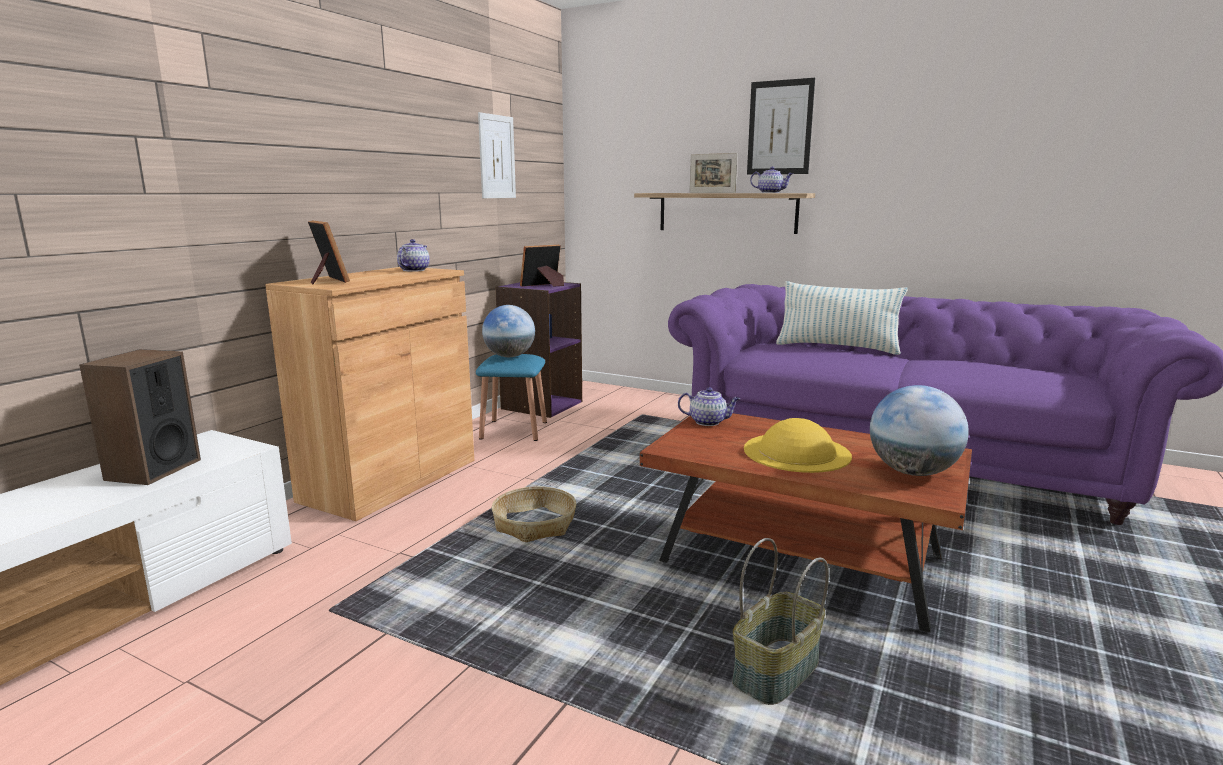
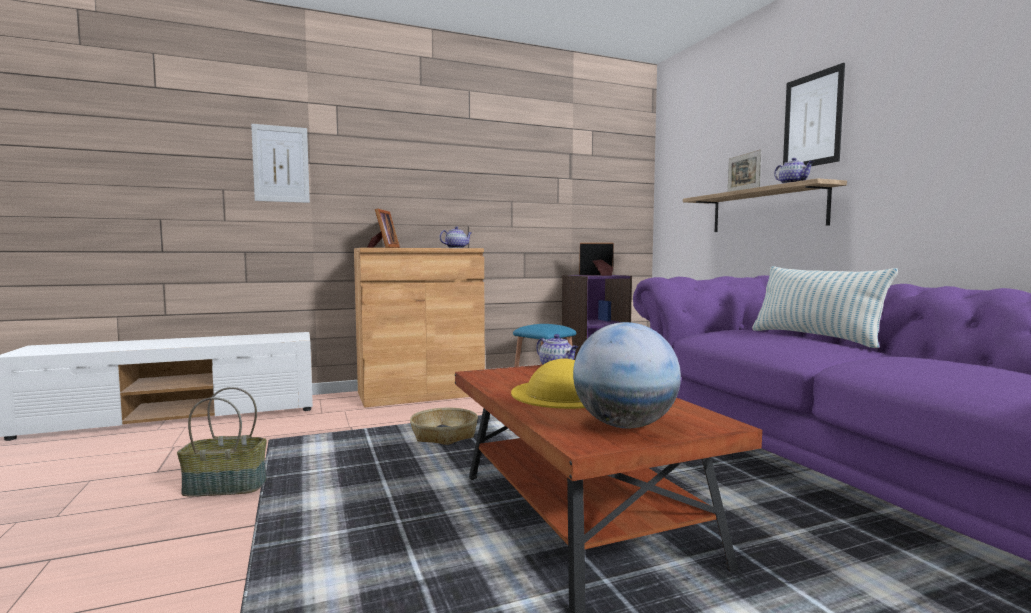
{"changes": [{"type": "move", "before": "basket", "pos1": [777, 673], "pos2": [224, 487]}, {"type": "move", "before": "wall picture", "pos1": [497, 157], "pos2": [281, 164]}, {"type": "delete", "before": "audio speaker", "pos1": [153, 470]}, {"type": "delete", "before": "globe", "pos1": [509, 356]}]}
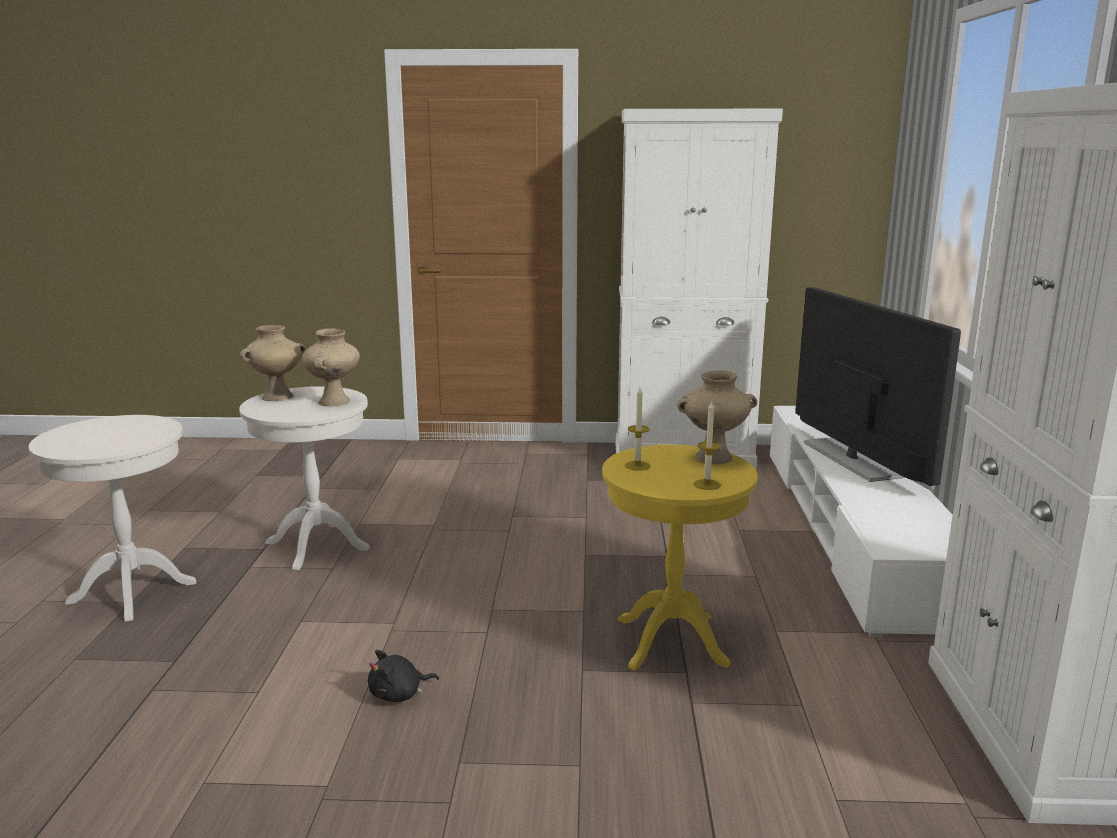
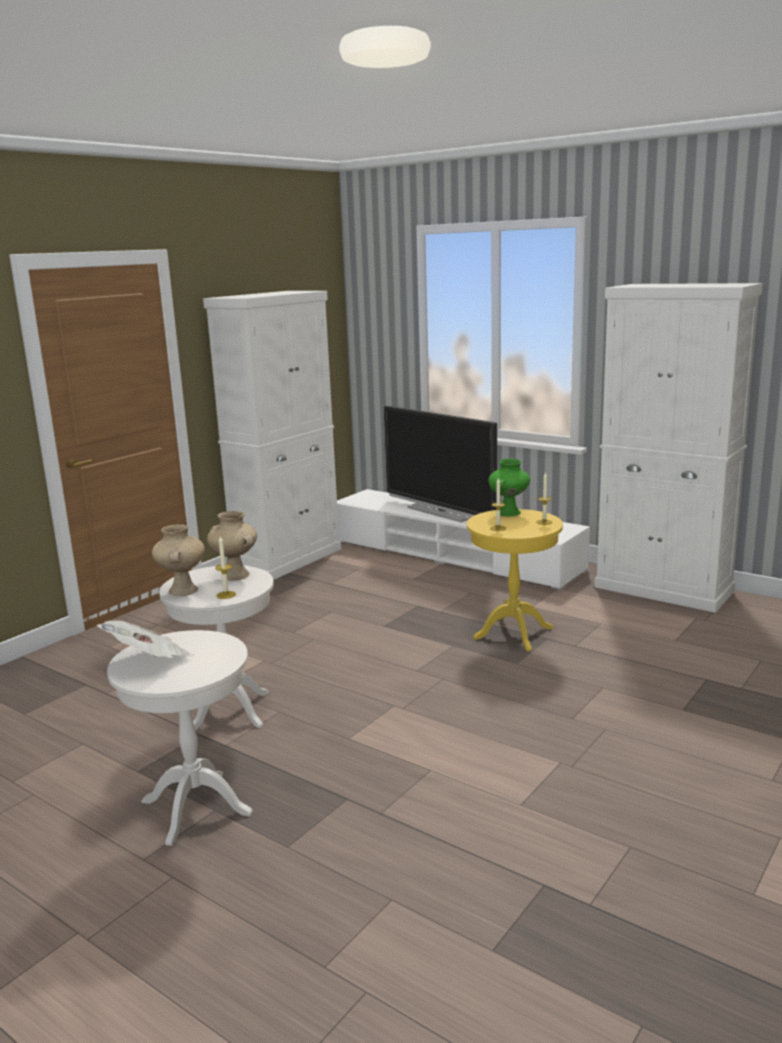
{"changes": [{"type": "insert", "after": "printed paper", "pos2": [150, 661]}, {"type": "insert", "after": "wax candle", "pos2": [226, 595]}, {"type": "rotate", "before": "TV set", "pos1": [852, 459], "pos2": [442, 512], "turn": -150}, {"type": "recolor", "before": "decorative vase (sand-coloured)", "after": "decorative vase (green)", "pos1": [713, 458], "pos2": [509, 513]}, {"type": "delete", "before": "plush toy (black)", "pos1": [399, 694]}]}
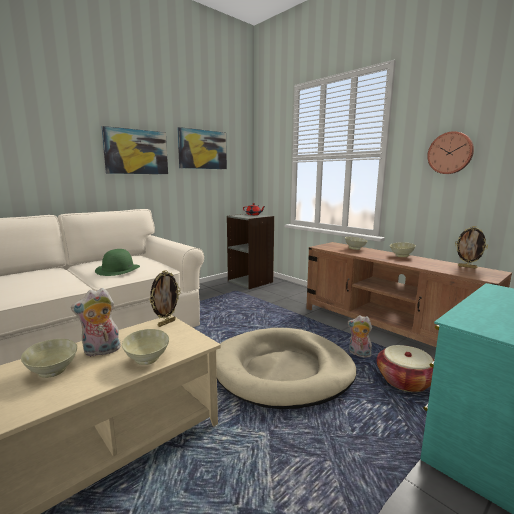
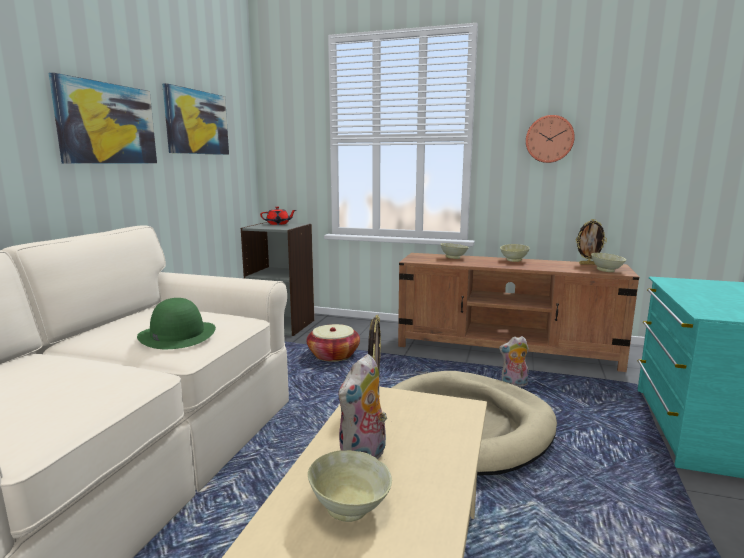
{"changes": [{"type": "move", "before": "basket", "pos1": [405, 381], "pos2": [333, 355]}, {"type": "move", "before": "serving bowl (sand-coloured)", "pos1": [146, 360], "pos2": [606, 271]}]}
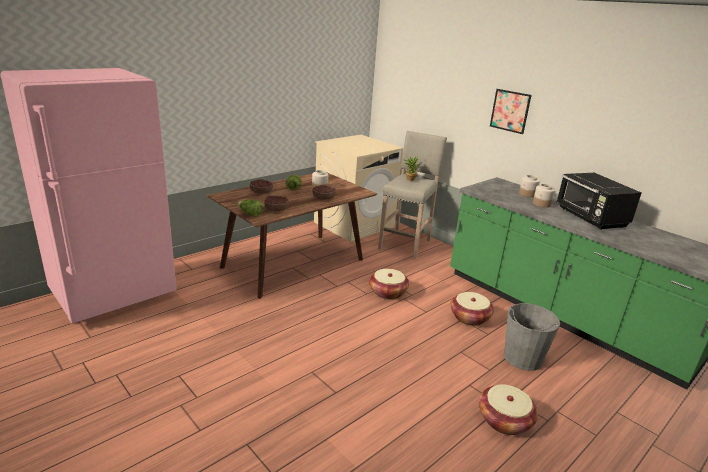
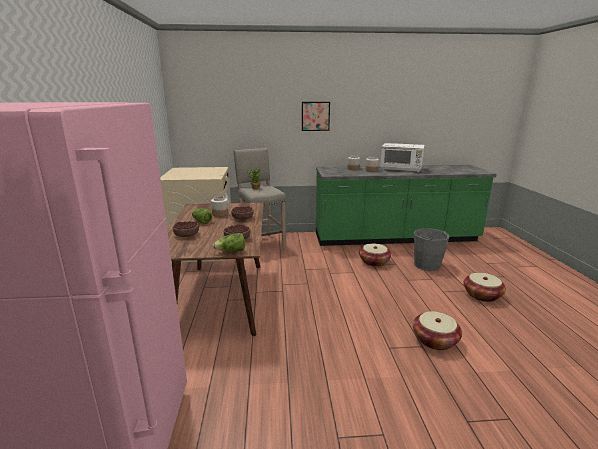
{"changes": [{"type": "recolor", "before": "kitchen microwave (black)", "after": "kitchen microwave (white)", "pos1": [590, 218], "pos2": [401, 169]}, {"type": "move", "before": "basket", "pos1": [387, 292], "pos2": [435, 340]}]}
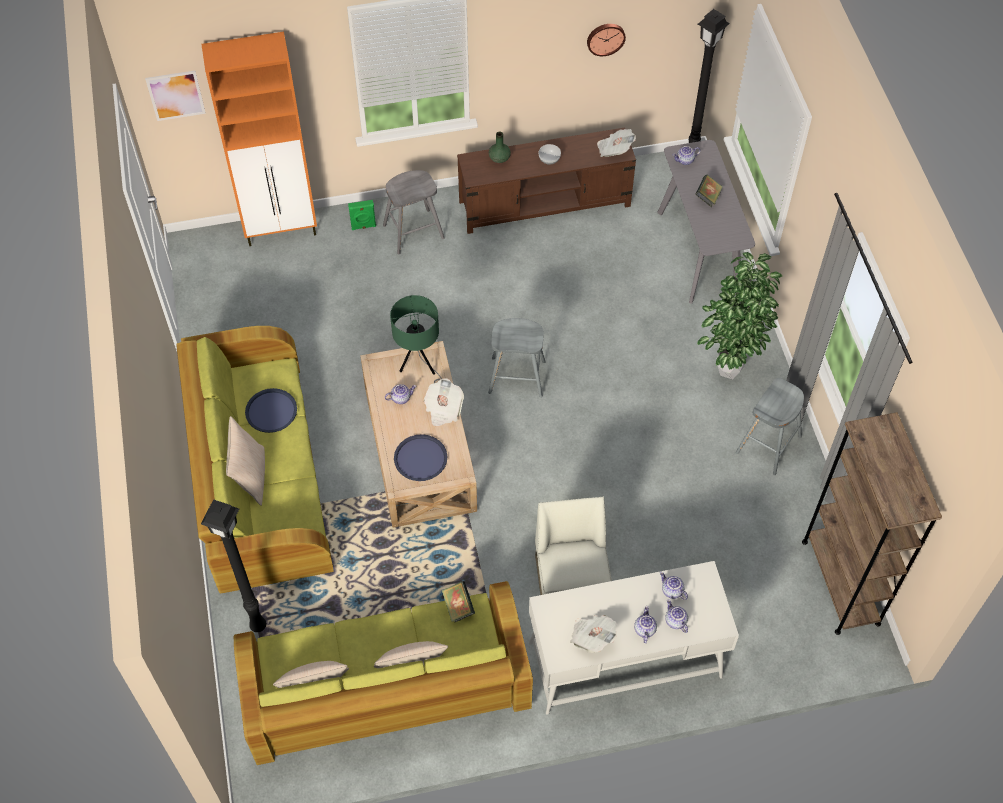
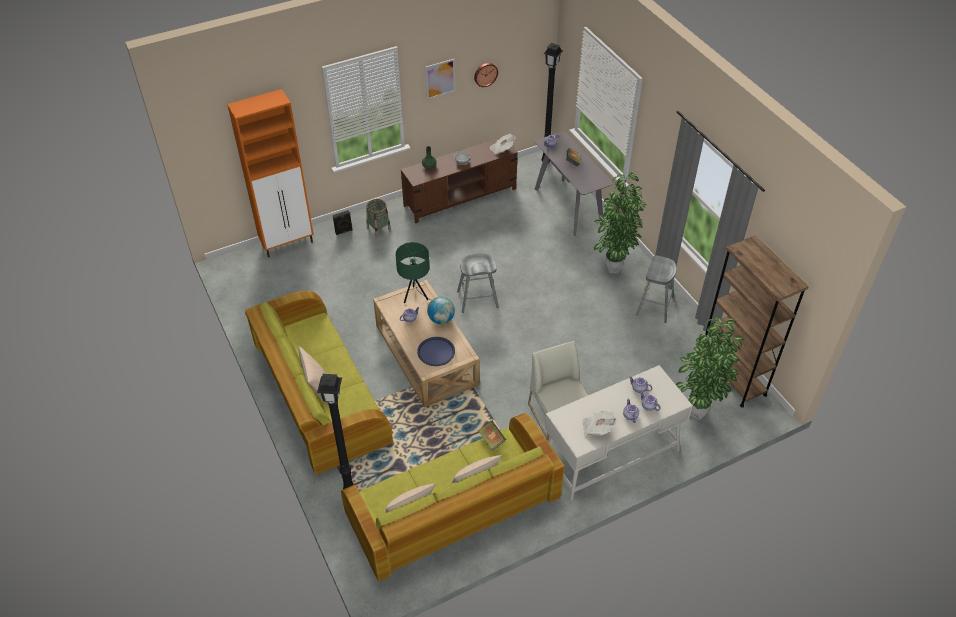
{"changes": [{"type": "recolor", "before": "audio speaker (green)", "after": "audio speaker (black)", "pos1": [363, 226], "pos2": [344, 231]}, {"type": "replace", "before": "stool (greyish)", "after": "basket", "pos1": [413, 232], "pos2": [378, 228]}, {"type": "move", "before": "wall picture", "pos1": [175, 95], "pos2": [440, 79]}, {"type": "replace", "before": "printed paper", "after": "globe", "pos1": [443, 409], "pos2": [441, 319]}, {"type": "insert", "after": "houseplant", "pos2": [697, 415]}, {"type": "delete", "before": "serving tray (blue-coloured)", "pos1": [271, 411]}]}
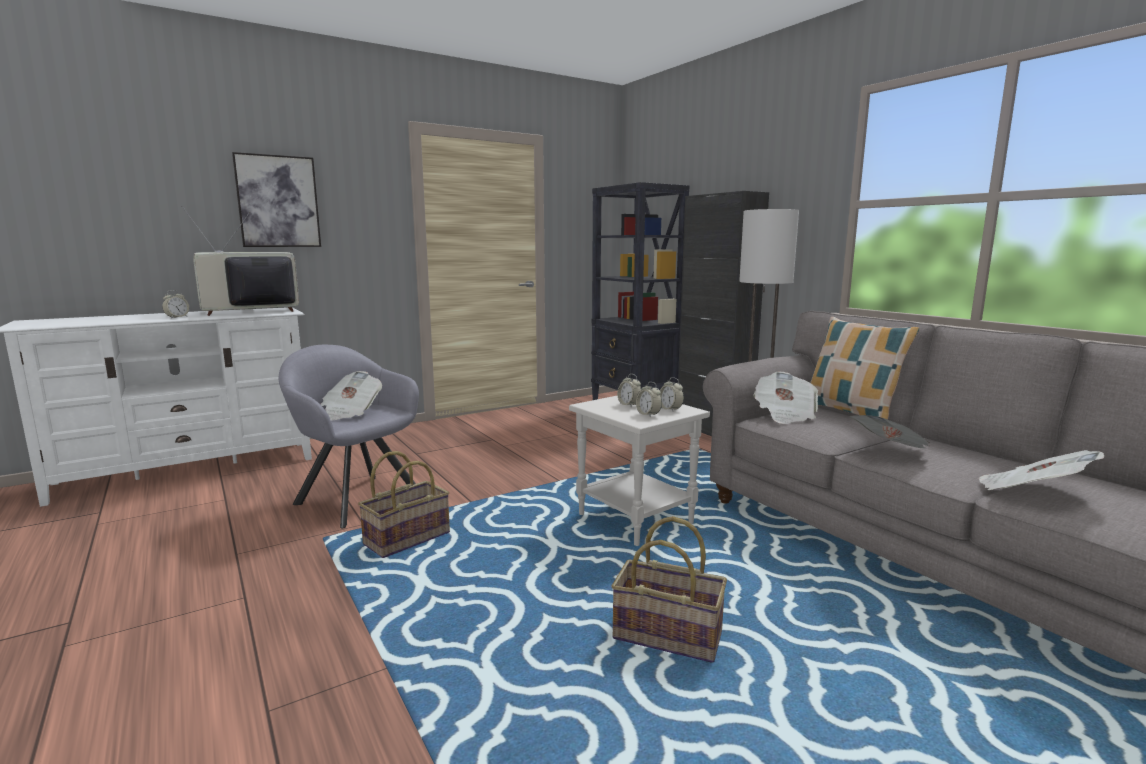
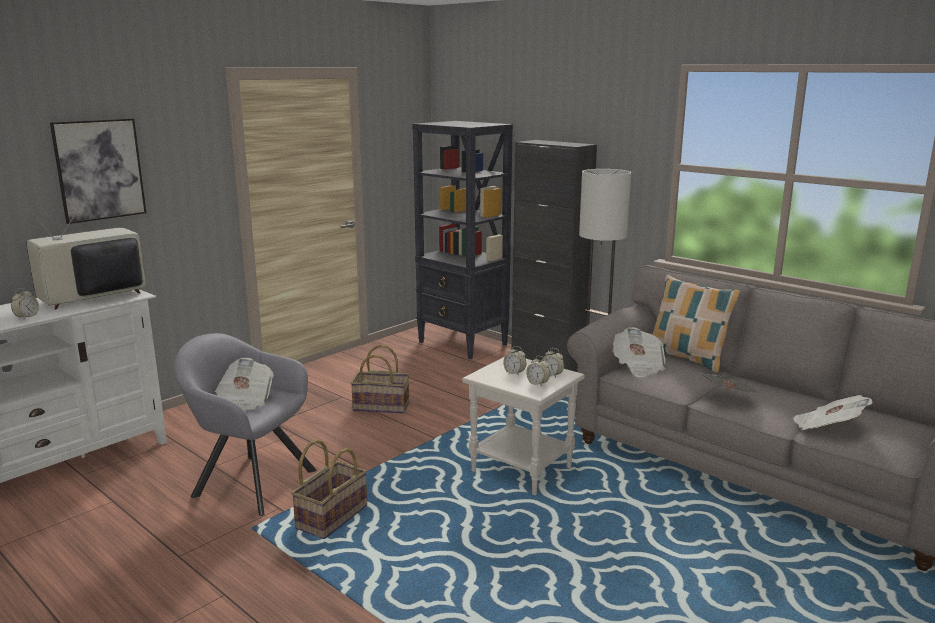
{"changes": [{"type": "move", "before": "basket", "pos1": [668, 635], "pos2": [381, 406]}]}
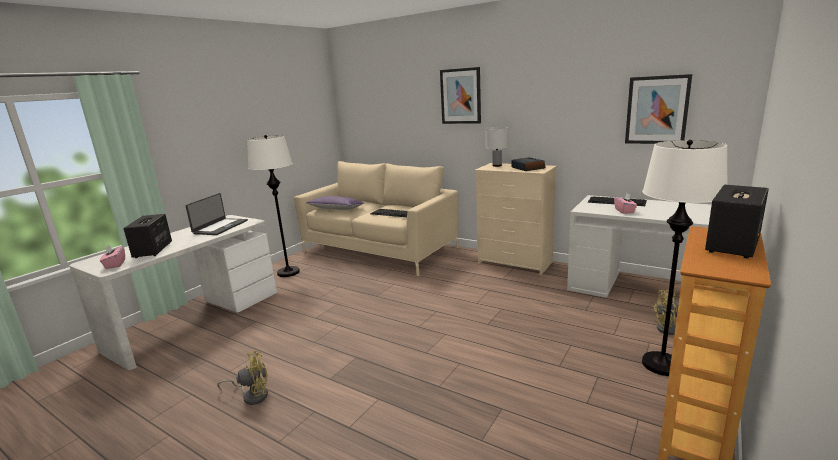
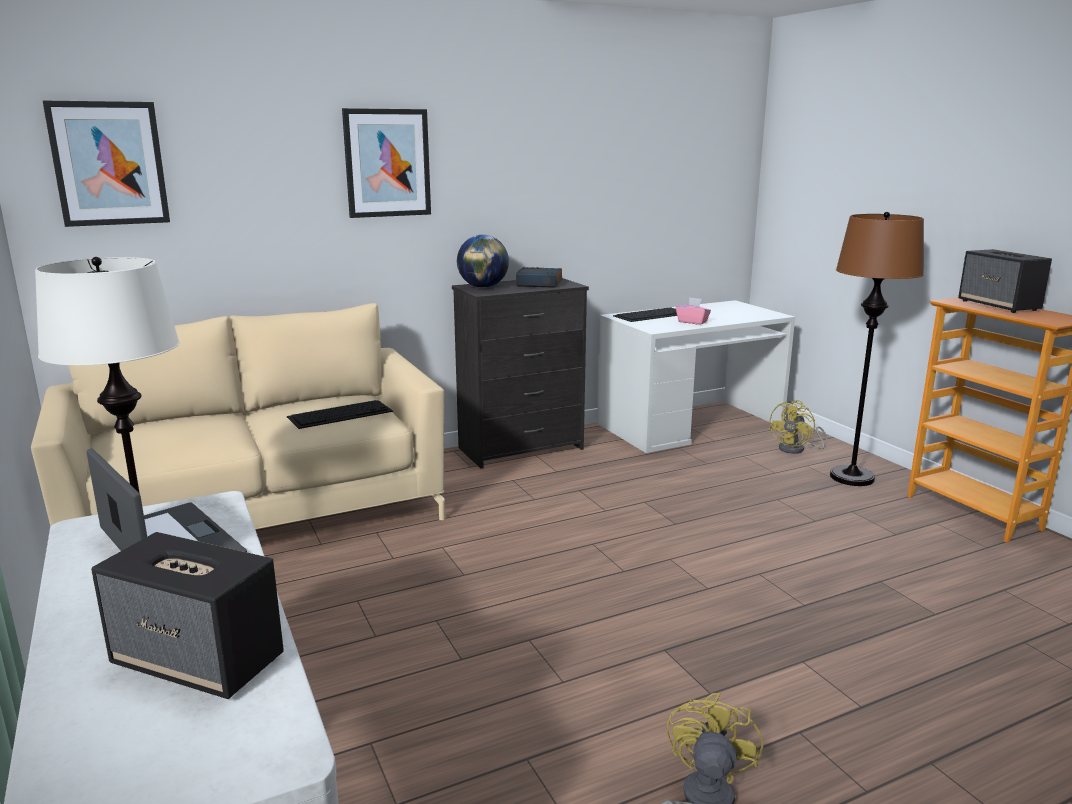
{"changes": [{"type": "move", "before": "wall picture", "pos1": [657, 110], "pos2": [109, 164]}, {"type": "recolor", "before": "drawer chest (sand-coloured)", "after": "drawer chest (black)", "pos1": [515, 263], "pos2": [522, 448]}, {"type": "replace", "before": "table lamp (white)", "after": "globe", "pos1": [497, 165], "pos2": [483, 287]}, {"type": "recolor", "before": "standard lamp (white)", "after": "standard lamp (brown-coloured)", "pos1": [662, 365], "pos2": [852, 477]}, {"type": "delete", "before": "box of tissues (pinkish)", "pos1": [115, 264]}, {"type": "delete", "before": "pillow (purplish)", "pos1": [336, 209]}]}
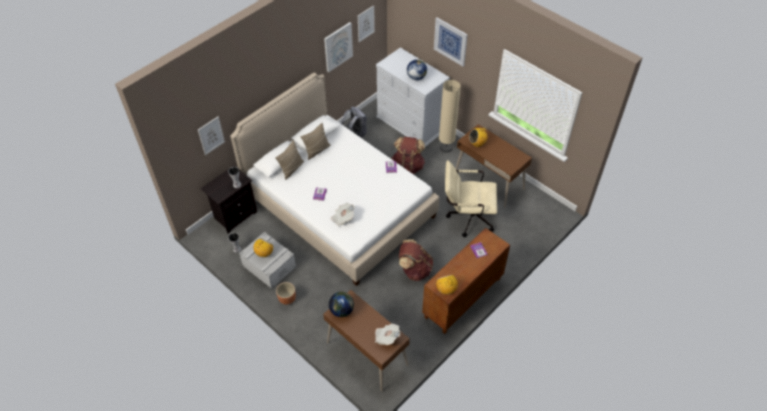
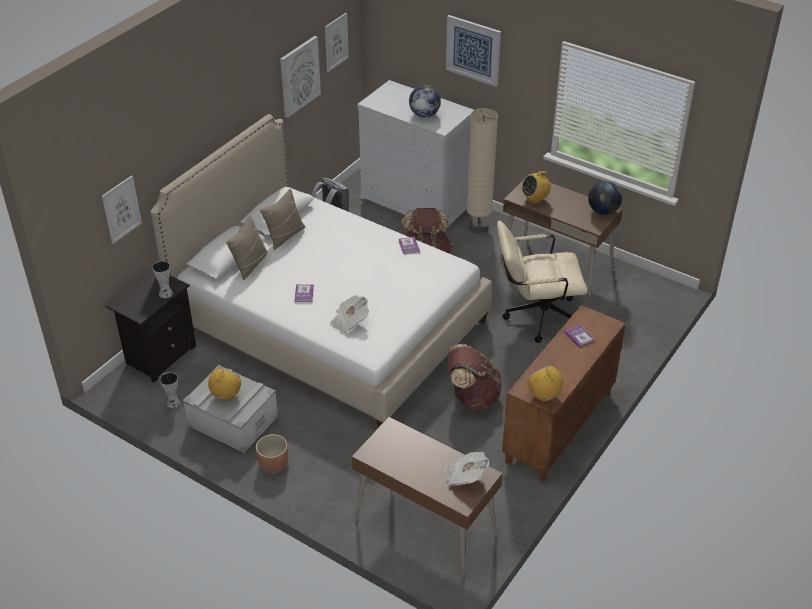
{"changes": [{"type": "move", "before": "globe", "pos1": [342, 310], "pos2": [603, 211]}]}
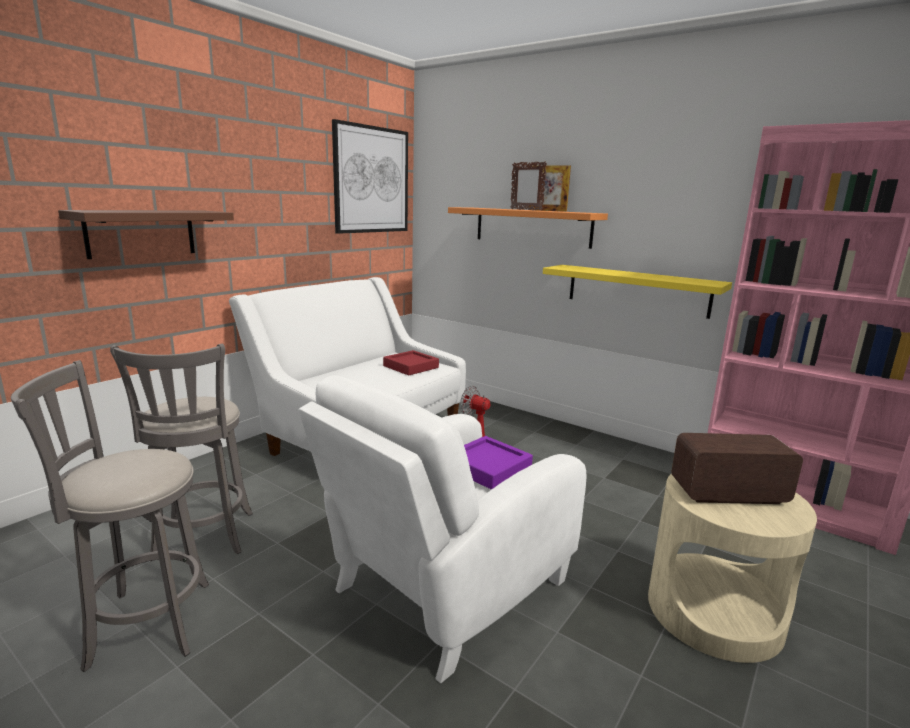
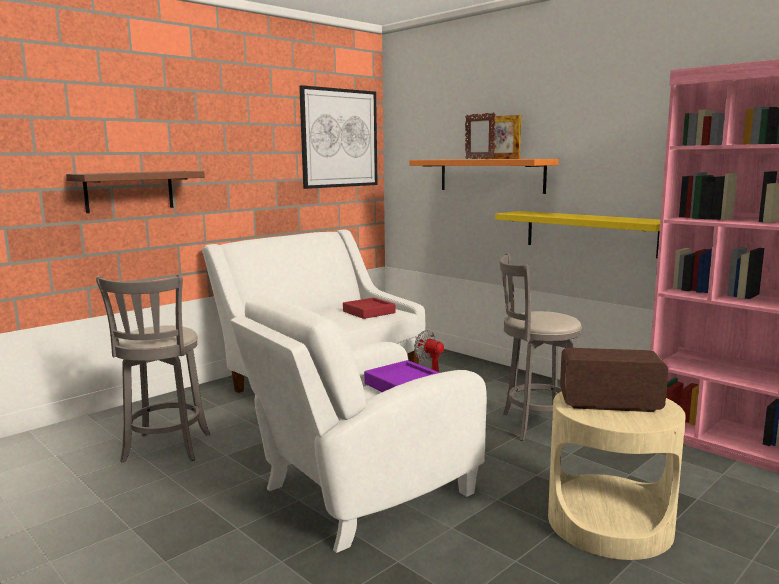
{"changes": [{"type": "move", "before": "stool (greyish)", "pos1": [143, 624], "pos2": [535, 425]}]}
